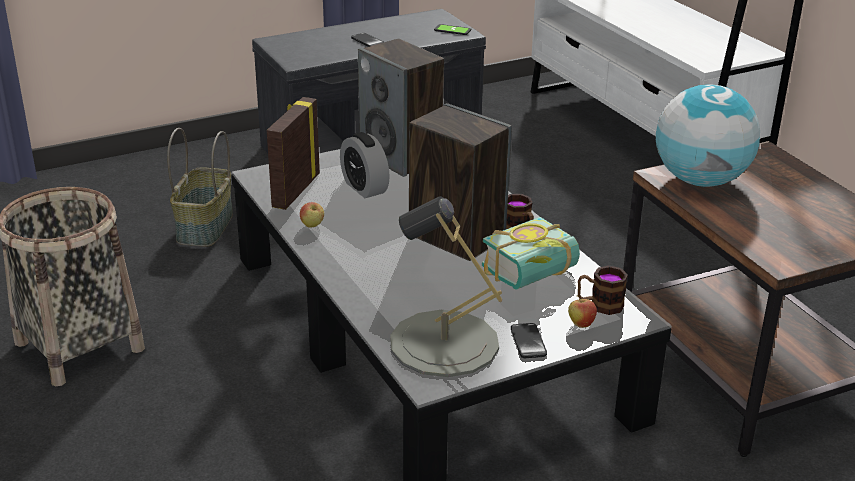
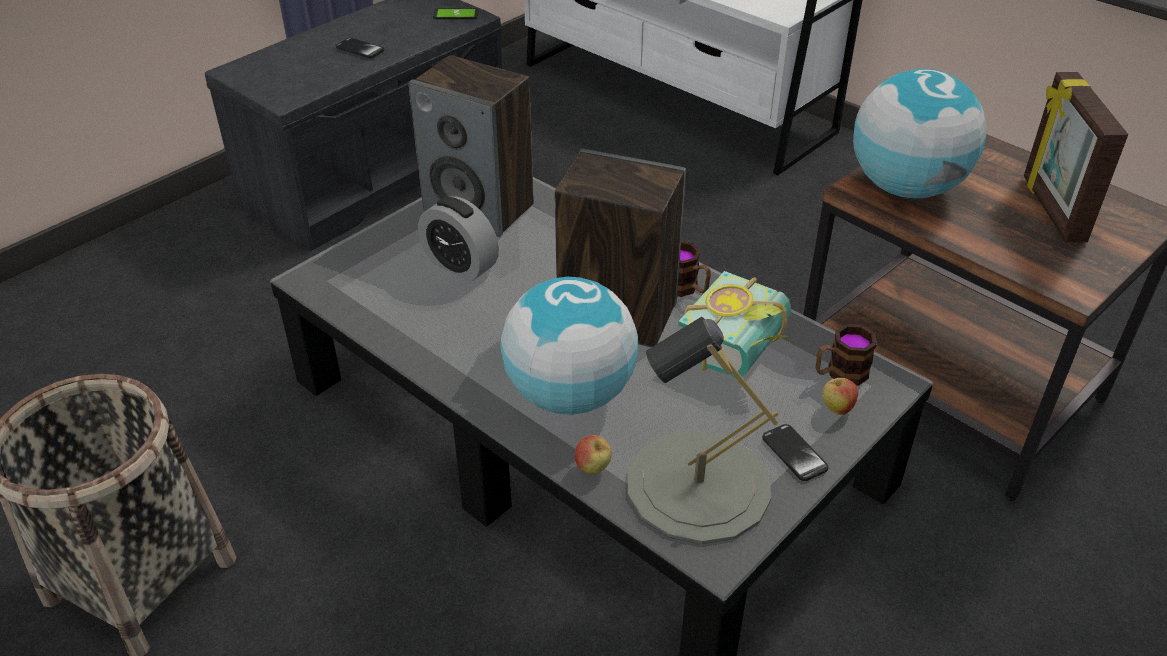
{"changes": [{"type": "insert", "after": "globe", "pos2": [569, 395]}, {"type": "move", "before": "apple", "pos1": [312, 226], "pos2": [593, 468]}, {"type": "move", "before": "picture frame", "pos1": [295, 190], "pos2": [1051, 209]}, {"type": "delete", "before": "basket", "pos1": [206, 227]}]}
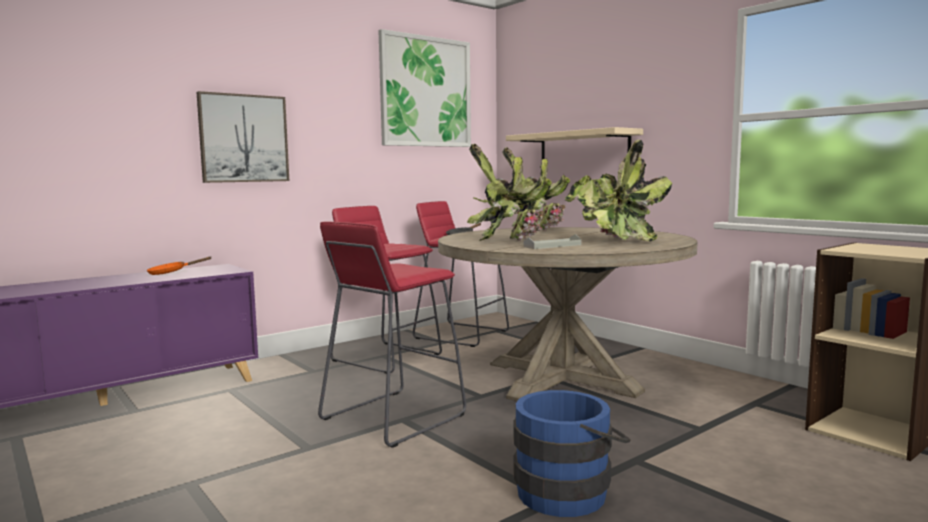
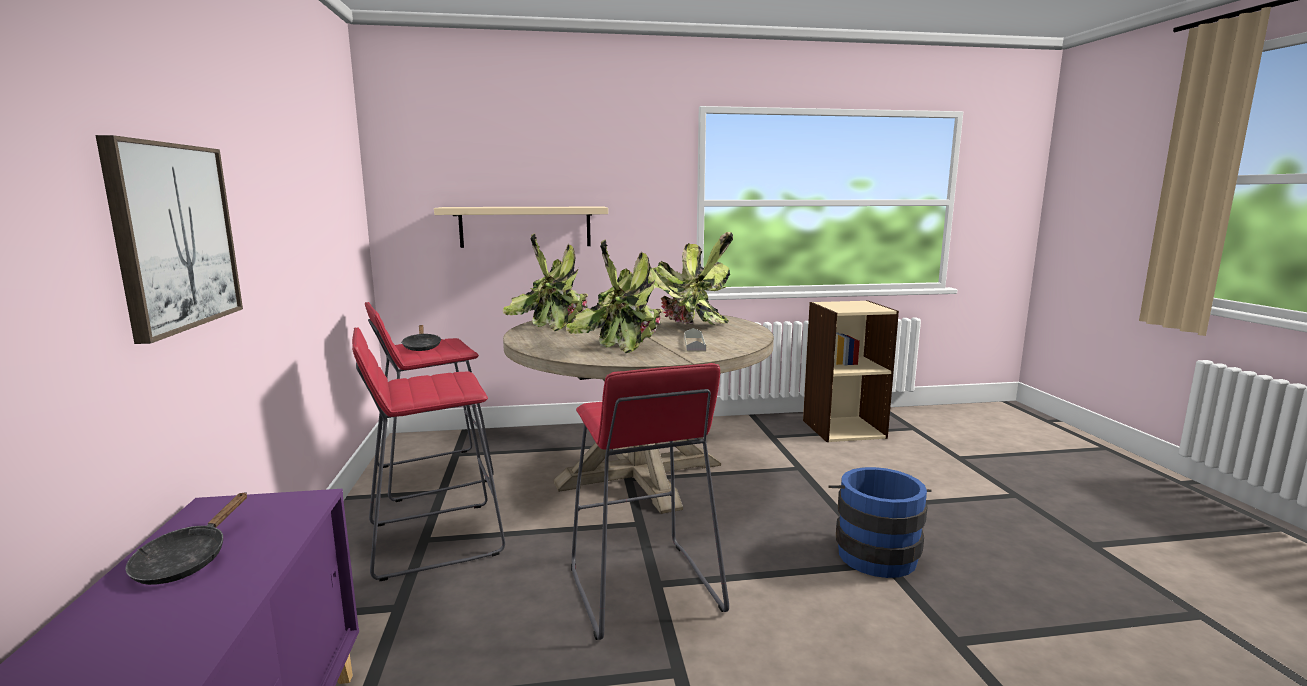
{"changes": [{"type": "recolor", "before": "pan (orange)", "after": "pan (black)", "pos1": [171, 273], "pos2": [187, 560]}, {"type": "delete", "before": "wall picture", "pos1": [425, 92]}]}
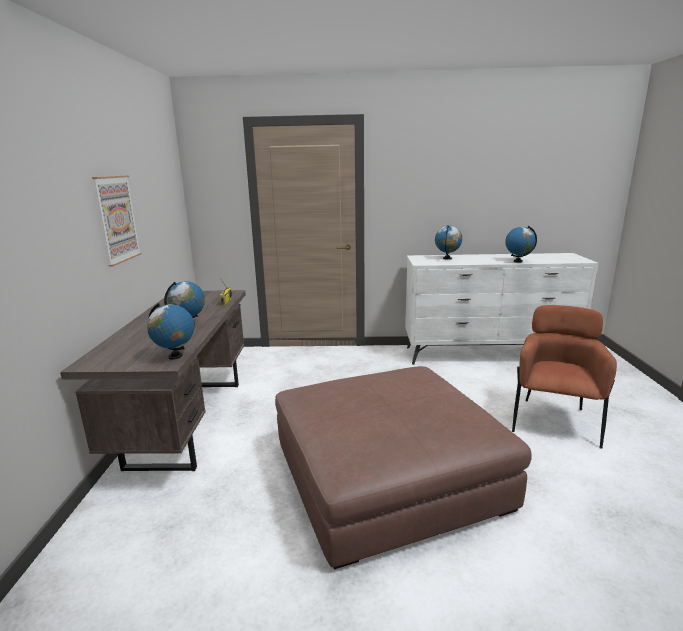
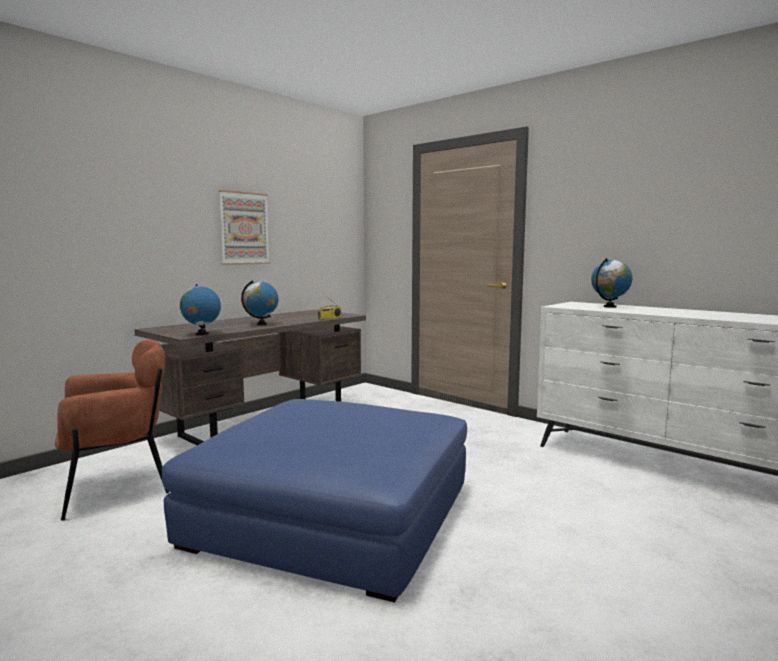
{"changes": [{"type": "move", "before": "lounge chair (brown-coloured)", "pos1": [554, 421], "pos2": [117, 488]}, {"type": "recolor", "before": "pouffe (brown-coloured)", "after": "pouffe (blue-coloured)", "pos1": [387, 474], "pos2": [333, 514]}, {"type": "delete", "before": "globe", "pos1": [518, 261]}]}
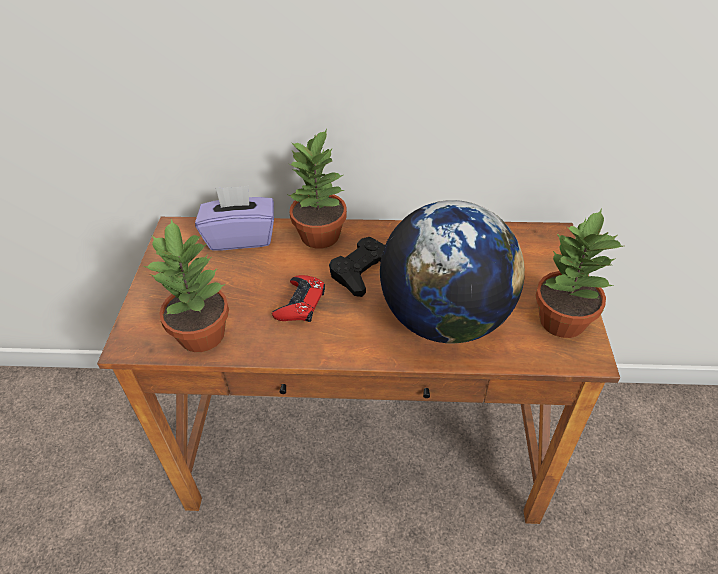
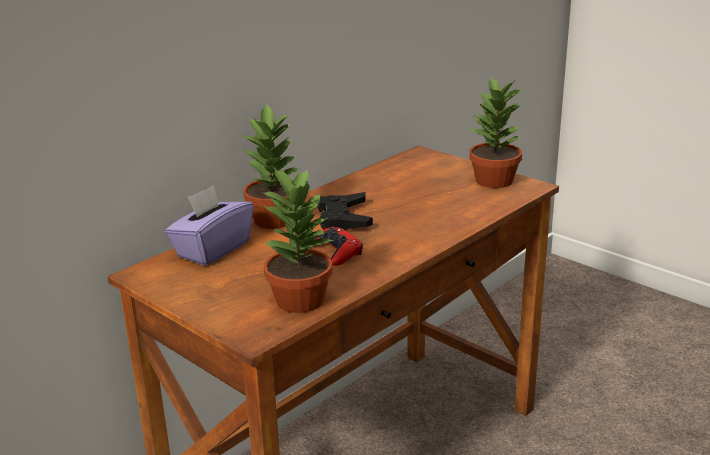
{"changes": [{"type": "delete", "before": "globe", "pos1": [444, 318]}]}
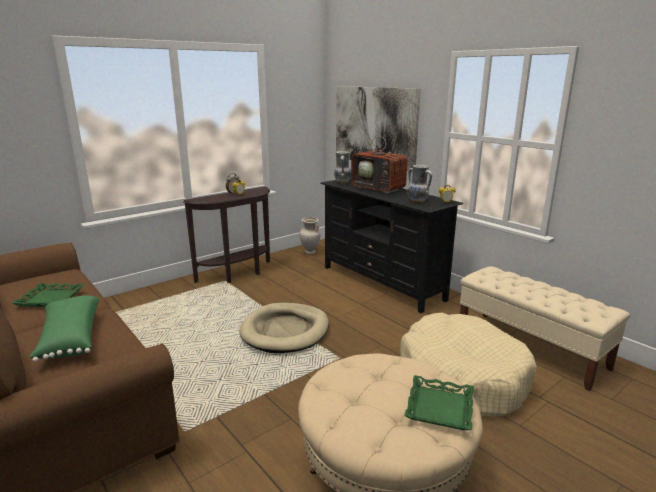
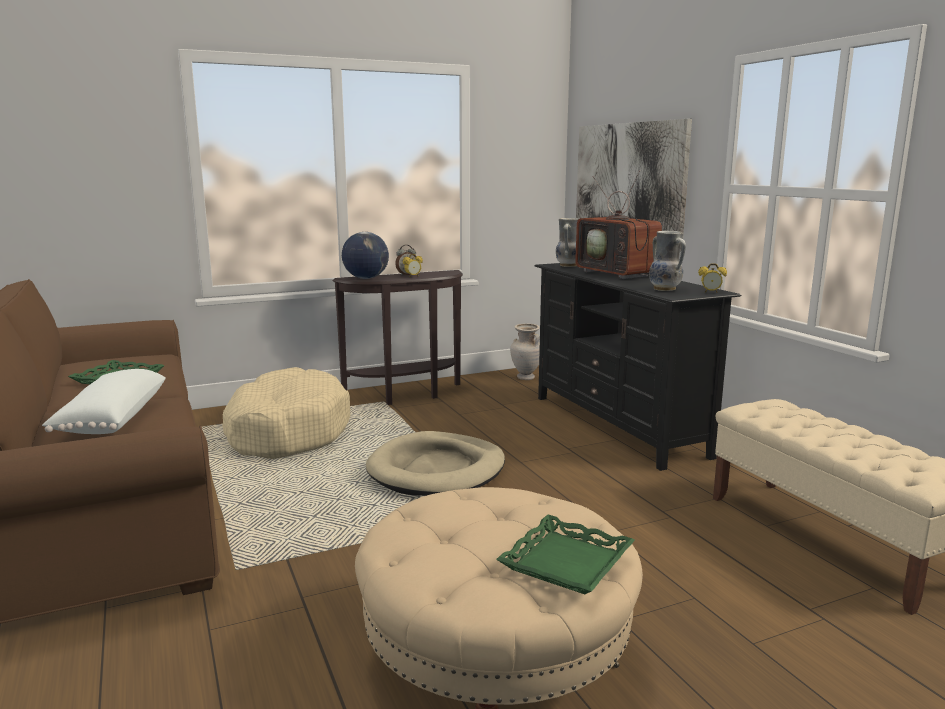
{"changes": [{"type": "recolor", "before": "pillow (green)", "after": "pillow (white)", "pos1": [69, 338], "pos2": [111, 419]}, {"type": "move", "before": "dog bed (sand-coloured)", "pos1": [462, 376], "pos2": [286, 431]}, {"type": "insert", "after": "globe", "pos2": [366, 278]}]}
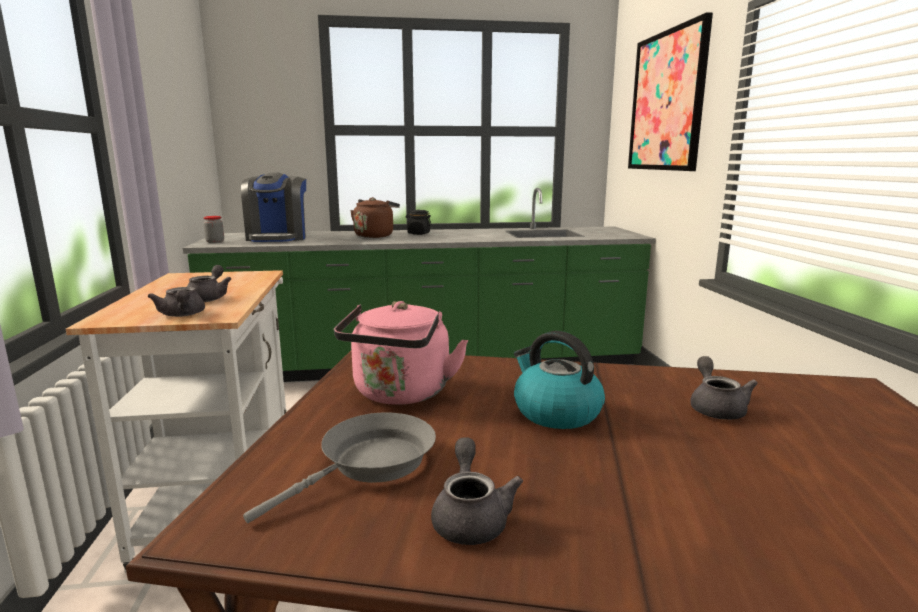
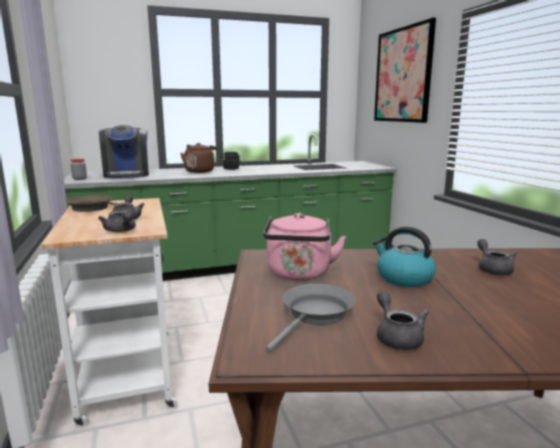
{"changes": [{"type": "insert", "after": "pan (brown-coloured)", "pos2": [94, 208]}]}
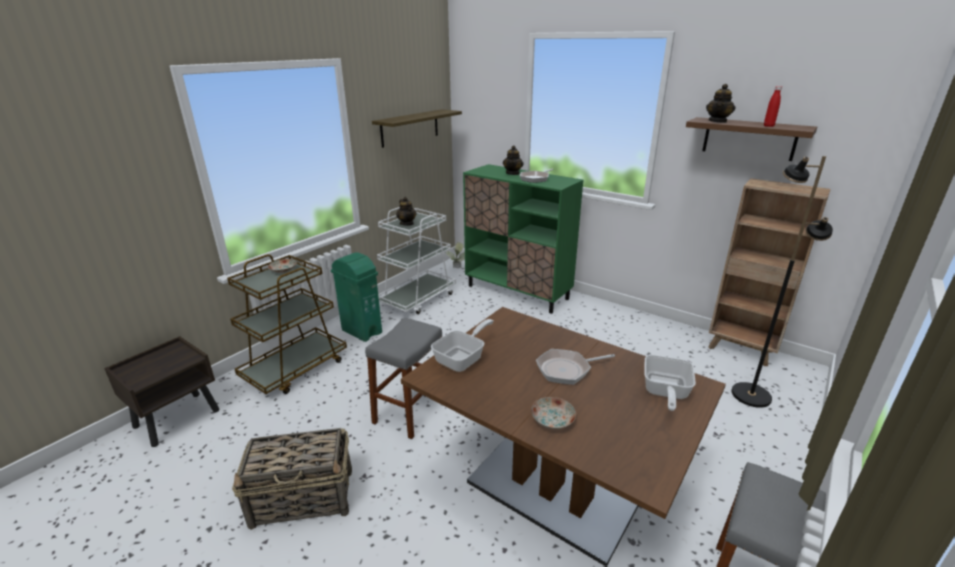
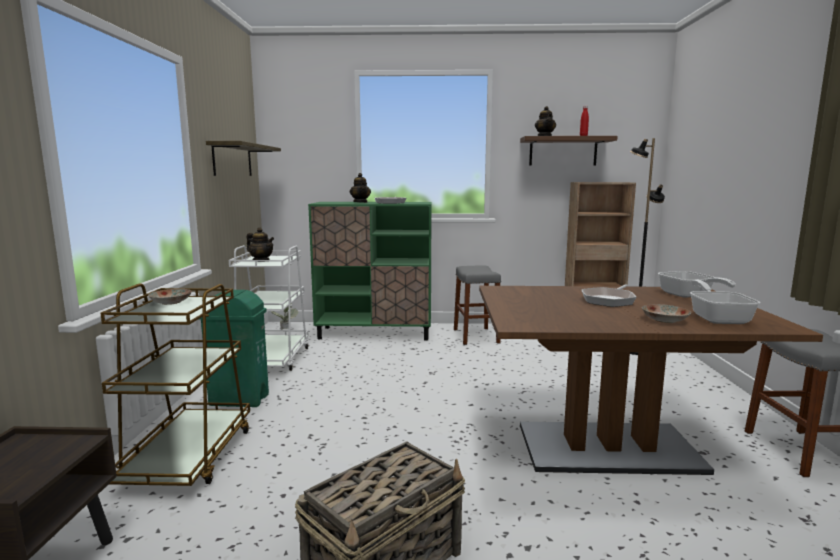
{"changes": [{"type": "move", "before": "stool (greyish)", "pos1": [410, 410], "pos2": [476, 336]}, {"type": "move", "before": "pan", "pos1": [463, 358], "pos2": [717, 318]}]}
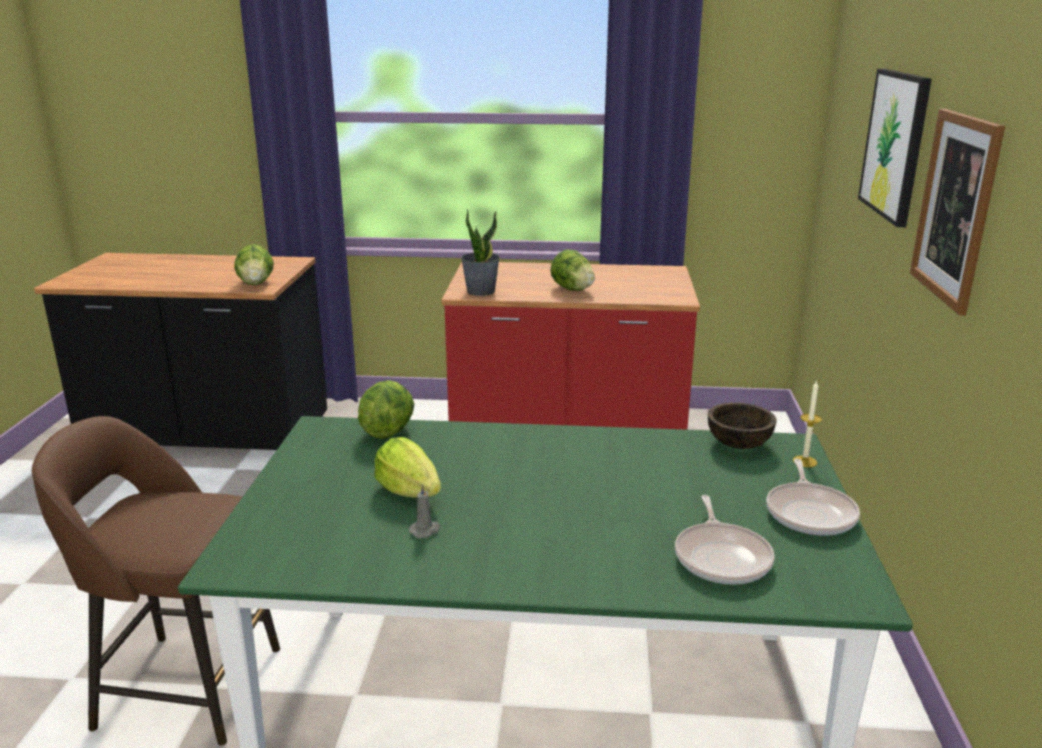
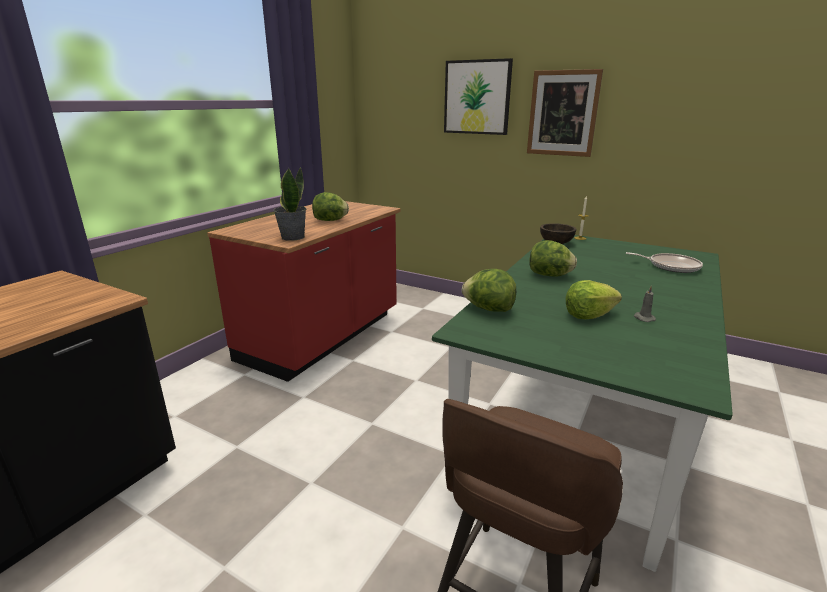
{"changes": [{"type": "move", "before": "lettuce head", "pos1": [256, 283], "pos2": [549, 275]}, {"type": "delete", "before": "pan", "pos1": [810, 513]}]}
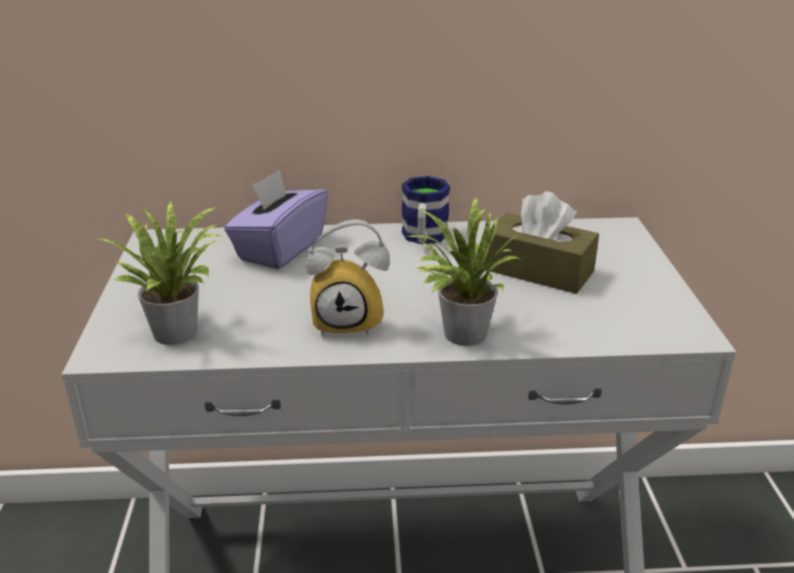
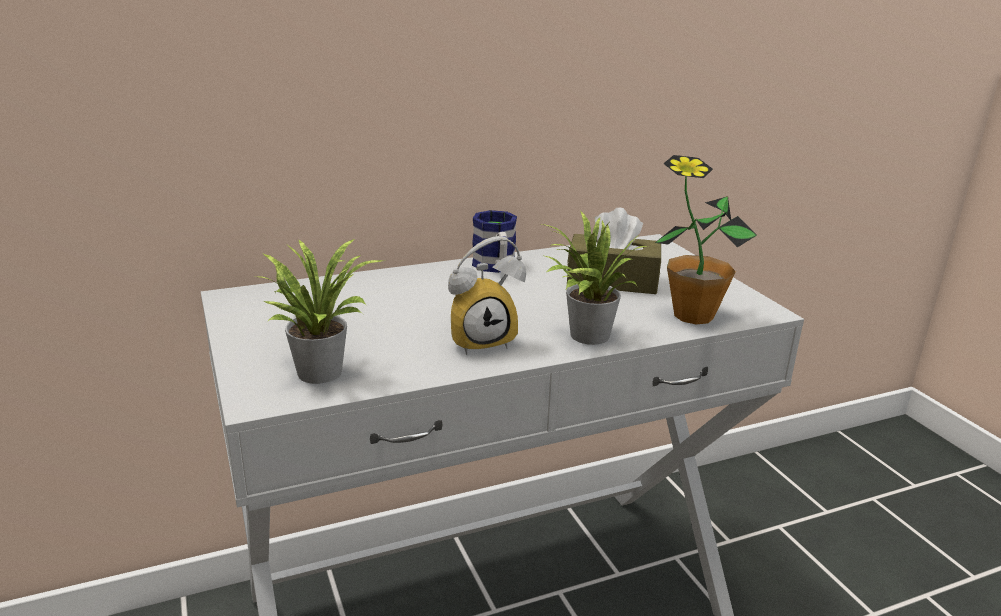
{"changes": [{"type": "insert", "after": "houseplant", "pos2": [693, 316]}, {"type": "delete", "before": "box of tissues (purplish)", "pos1": [279, 249]}]}
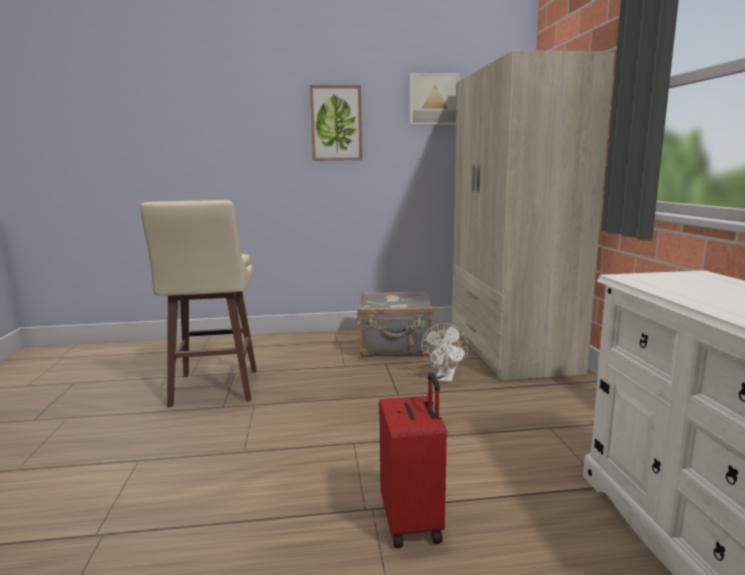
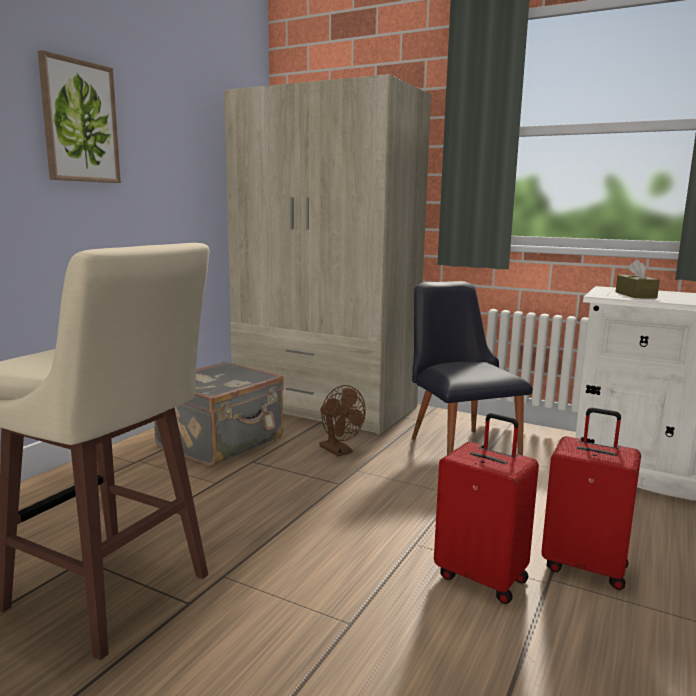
{"changes": [{"type": "recolor", "before": "electric fan (white)", "after": "electric fan (brown-coloured)", "pos1": [445, 379], "pos2": [339, 451]}, {"type": "insert", "after": "plain chair (black)", "pos2": [459, 445]}, {"type": "insert", "after": "travel case (reddish)", "pos2": [482, 577]}, {"type": "insert", "after": "box of tissues (brown-coloured)", "pos2": [635, 295]}, {"type": "delete", "before": "wall picture", "pos1": [433, 99]}]}
